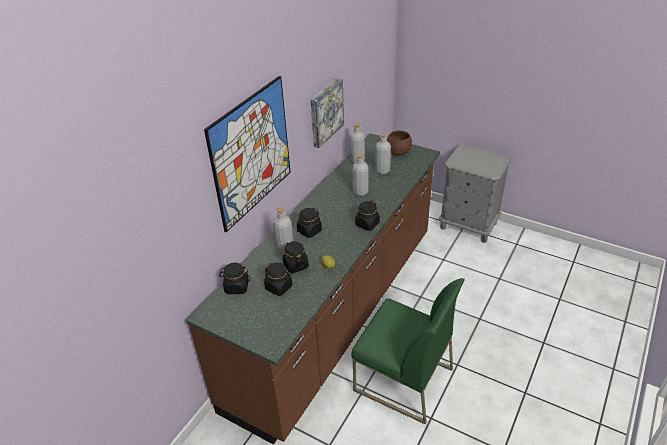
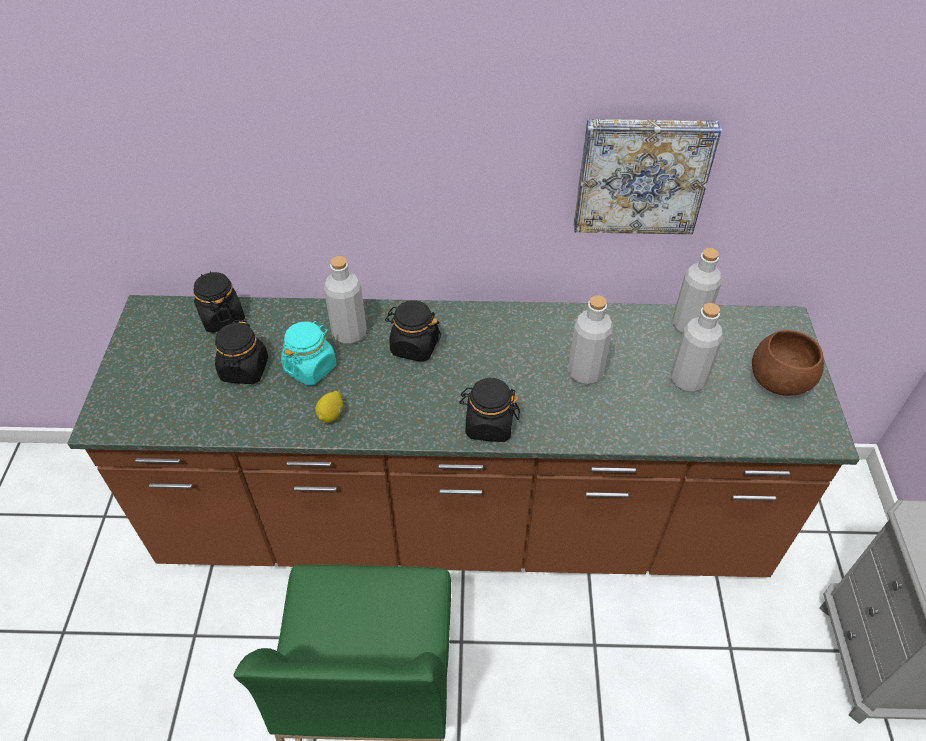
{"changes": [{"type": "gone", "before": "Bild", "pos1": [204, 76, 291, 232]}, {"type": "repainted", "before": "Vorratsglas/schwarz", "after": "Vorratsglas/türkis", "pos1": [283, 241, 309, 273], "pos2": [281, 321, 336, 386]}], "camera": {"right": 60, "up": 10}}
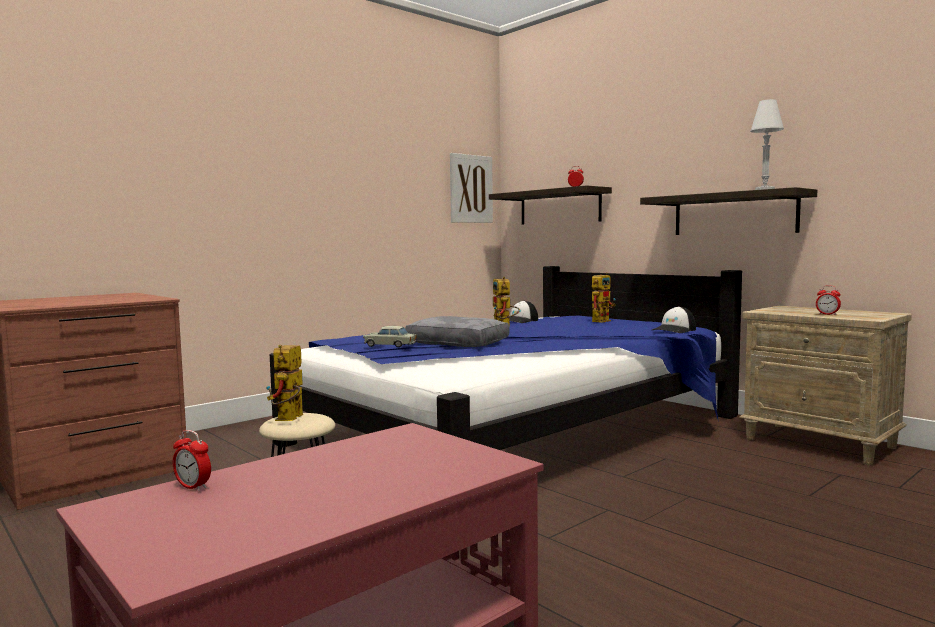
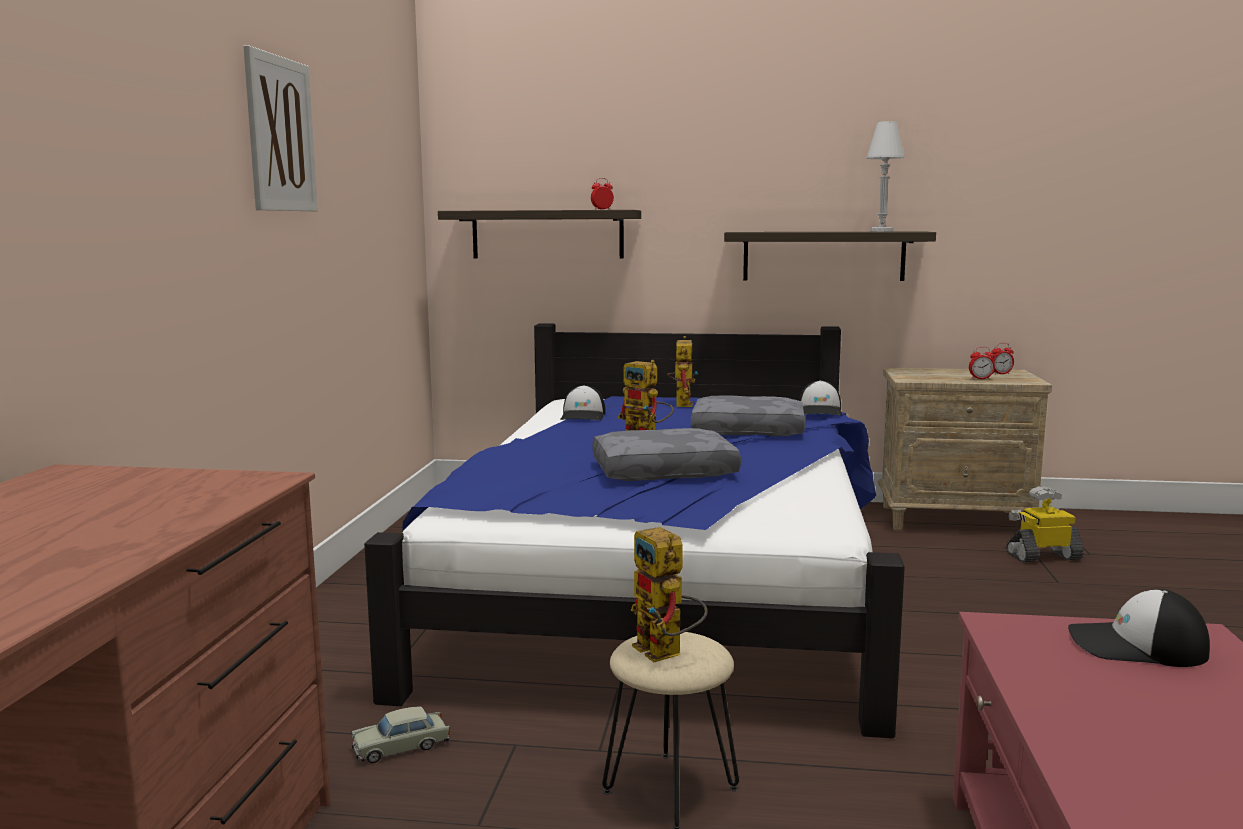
{"changes": [{"type": "shifted", "before": "Bild", "pos1": [450, 153, 493, 223], "pos2": [244, 45, 318, 211]}, {"type": "shifted", "before": "Spielzeugauto/beige", "pos1": [363, 326, 417, 347], "pos2": [351, 706, 450, 763]}, {"type": "shifted", "before": "Wecker", "pos1": [173, 430, 211, 491], "pos2": [991, 343, 1014, 374]}, {"type": "new", "after": "Kissen/grau", "pos2": [691, 395, 805, 436]}, {"type": "new", "after": "Spielzeugroboter", "pos2": [1006, 486, 1084, 562]}, {"type": "new", "after": "Kappe", "pos2": [1068, 589, 1210, 667]}], "camera": {"right": -40, "up": 5}}
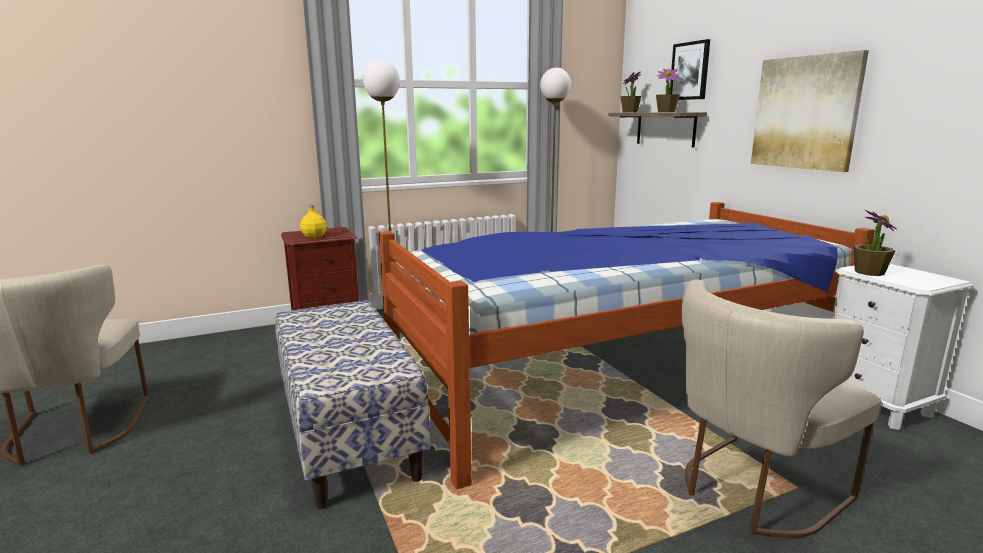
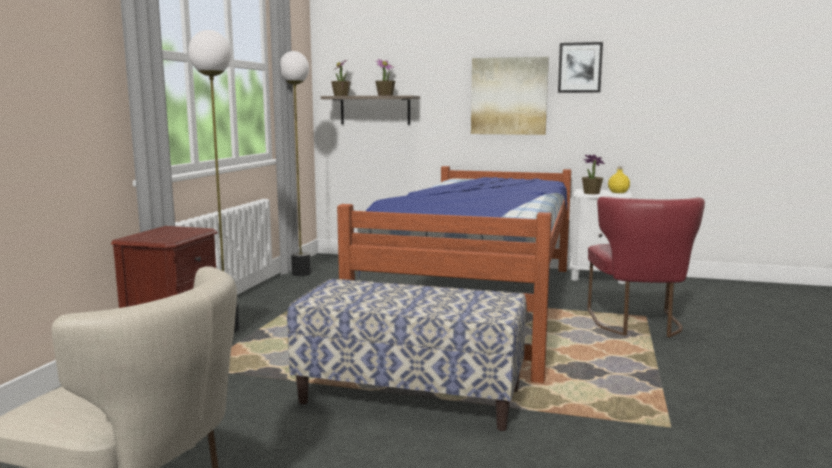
{"changes": [{"type": "shifted", "before": "Bild", "pos1": [670, 39, 710, 100], "pos2": [558, 42, 603, 93]}, {"type": "shifted", "before": "Flasche/gelb", "pos1": [300, 205, 327, 238], "pos2": [608, 166, 630, 193]}, {"type": "repainted", "before": "Stuhl/beige", "after": "Stuhl/rot", "pos1": [682, 280, 882, 538], "pos2": [587, 196, 705, 338]}], "camera": {"right": -50, "up": -5}}
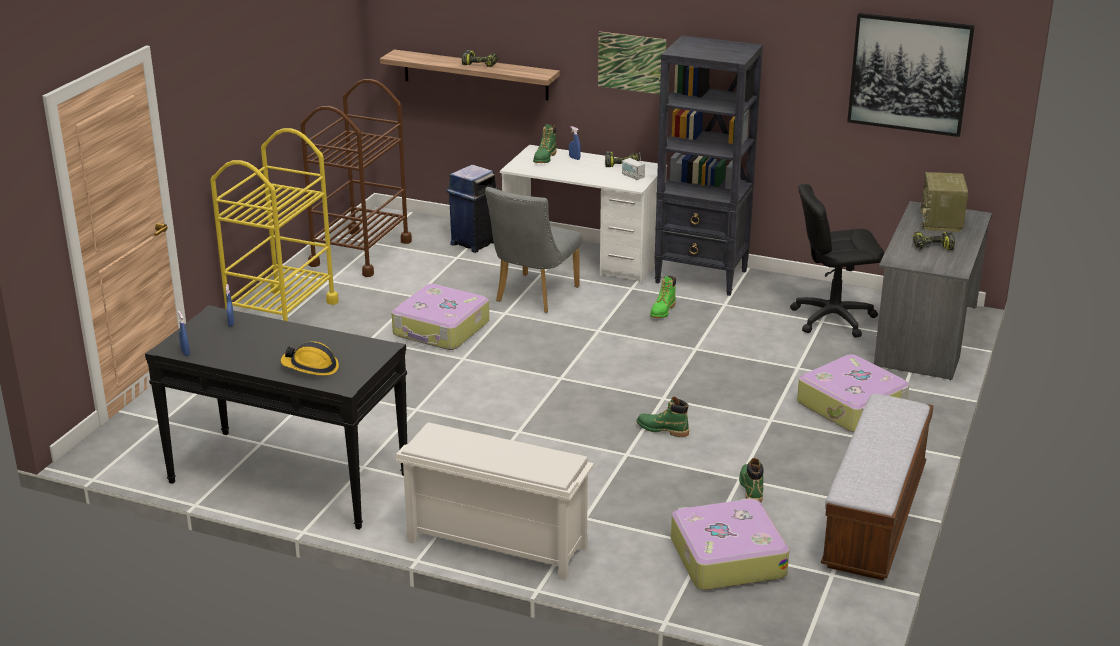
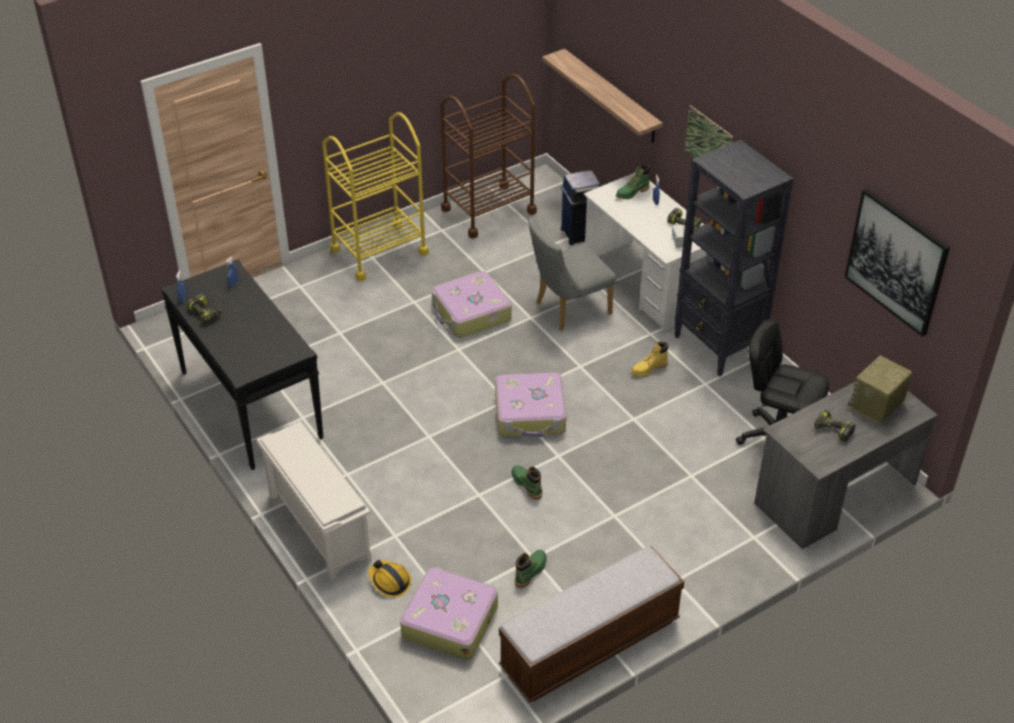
{"changes": [{"type": "shifted", "before": "Bohrmaschine", "pos1": [462, 50, 498, 67], "pos2": [186, 294, 222, 324]}, {"type": "repainted", "before": "Stiefel/grün", "after": "Stiefel/gelb", "pos1": [650, 276, 676, 318], "pos2": [631, 342, 669, 377]}, {"type": "shifted", "before": "Schutzhelm", "pos1": [281, 342, 339, 376], "pos2": [368, 560, 411, 598]}, {"type": "shifted", "before": "Koffer", "pos1": [797, 354, 909, 432], "pos2": [495, 373, 566, 437]}], "camera": {"right": 35, "up": 15}}
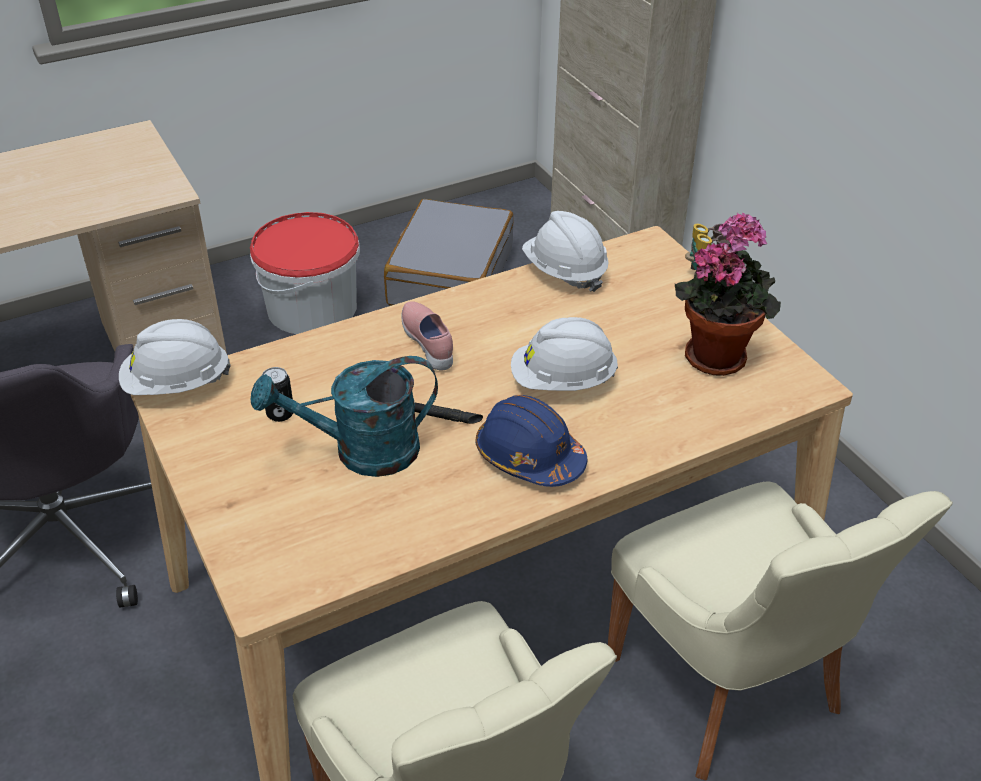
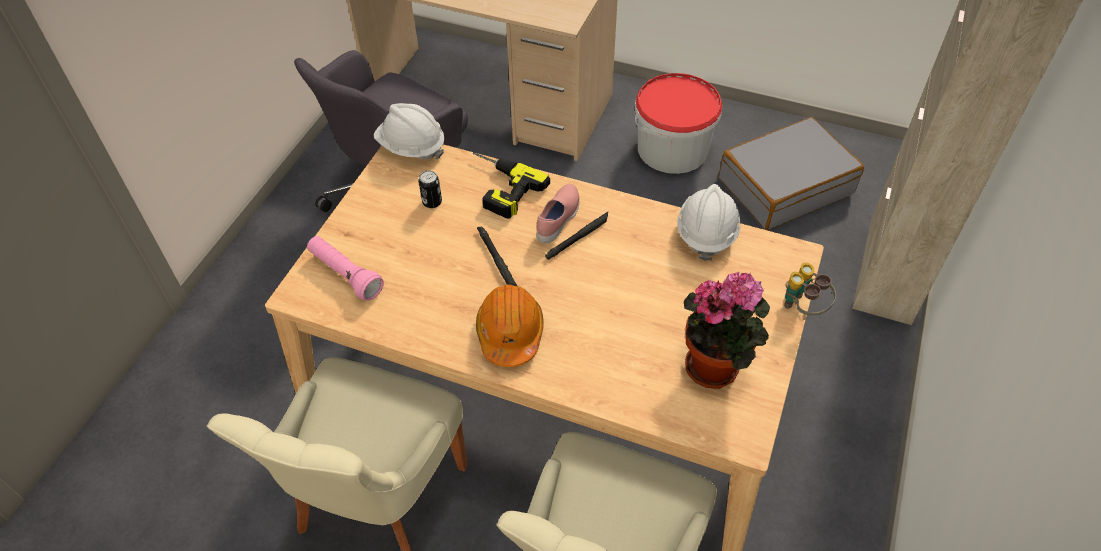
{"changes": [{"type": "gone", "before": "Schutzhelm/weiß", "pos1": [511, 317, 618, 391]}, {"type": "gone", "before": "Gießkanne/türkis", "pos1": [251, 356, 438, 477]}, {"type": "repainted", "before": "Schutzhelm/blau", "after": "Schutzhelm/orange", "pos1": [475, 395, 587, 487], "pos2": [476, 284, 544, 367]}, {"type": "new", "after": "Bohrmaschine", "pos2": [473, 152, 550, 219]}, {"type": "new", "after": "Taschenlampe/schwarz", "pos2": [545, 212, 608, 260]}, {"type": "new", "after": "Taschenlampe/rosa", "pos2": [307, 236, 384, 301]}], "camera": {"right": 50, "up": 10}}
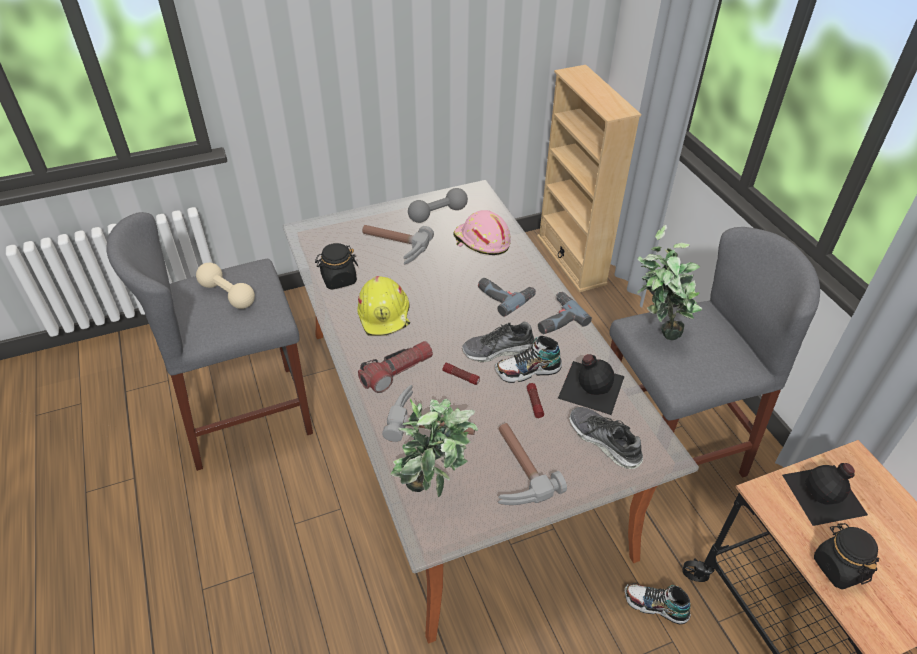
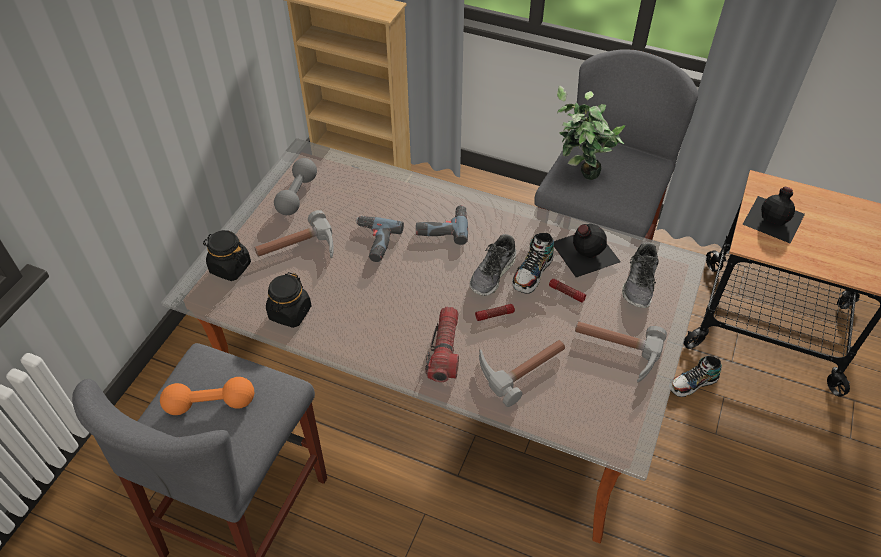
{"changes": [{"type": "gone", "before": "Schutzhelm/rosa", "pos1": [453, 210, 511, 255]}, {"type": "repainted", "before": "Hantel/beige", "after": "Hantel/orange", "pos1": [196, 263, 255, 309], "pos2": [160, 377, 254, 415]}, {"type": "gone", "before": "Schutzhelm/gelb", "pos1": [357, 276, 410, 336]}, {"type": "shifted", "before": "Bohrmaschine", "pos1": [538, 292, 592, 334], "pos2": [355, 216, 404, 262]}, {"type": "gone", "before": "Topfpflanze", "pos1": [390, 399, 478, 497]}, {"type": "rotated", "before": "Schuh", "pos1": [569, 407, 643, 469], "pos2": [622, 242, 659, 308], "turn": -75}, {"type": "shifted", "before": "Vorratsglas/schwarz", "pos1": [814, 523, 879, 589], "pos2": [203, 230, 251, 281]}], "camera": {"right": -45, "up": 5}}
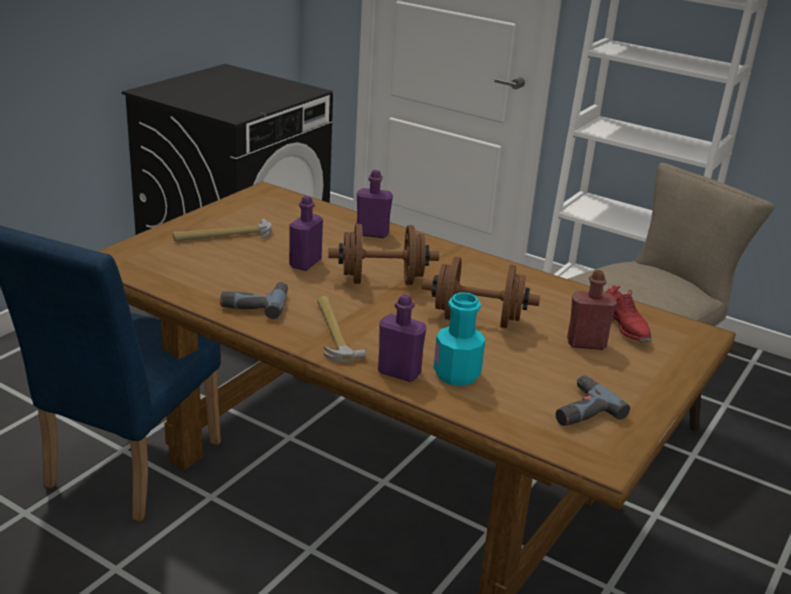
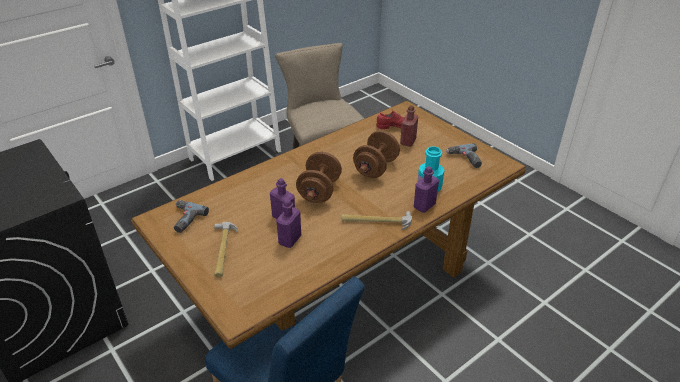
{"changes": [{"type": "shifted", "before": "Flasche/lila", "pos1": [357, 170, 393, 238], "pos2": [276, 199, 301, 248]}, {"type": "shifted", "before": "Bohrmaschine", "pos1": [220, 282, 288, 319], "pos2": [174, 200, 209, 233]}], "camera": {"right": -70, "up": 10}}
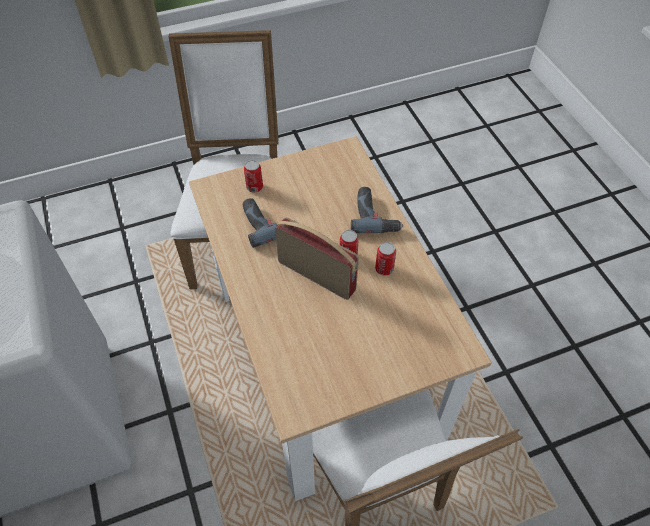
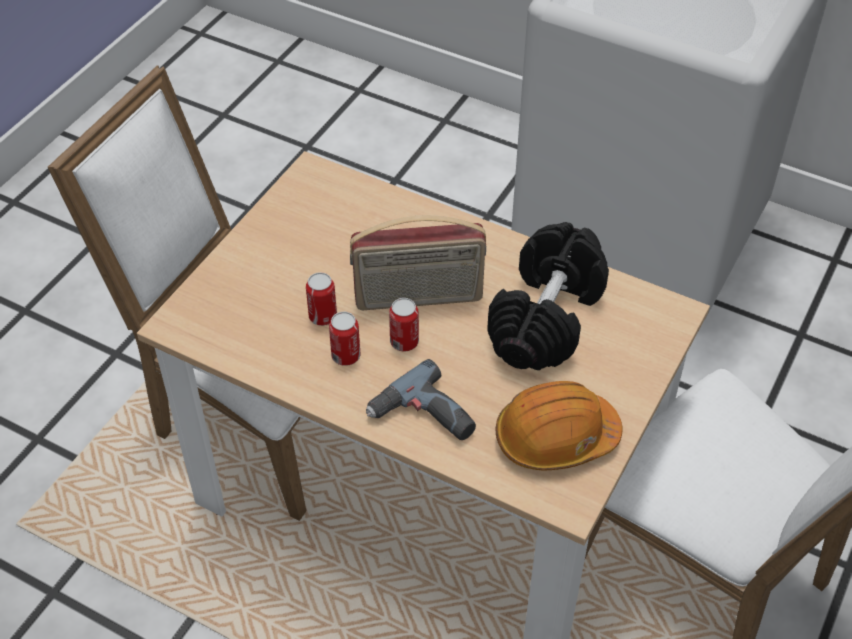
{"changes": [{"type": "shifted", "before": "Dose", "pos1": [244, 160, 263, 192], "pos2": [306, 272, 337, 326]}, {"type": "swapped", "before": "Bohrmaschine", "after": "Hantel/schwarz", "pos1": [242, 198, 298, 248], "pos2": [487, 222, 609, 370]}, {"type": "new", "after": "Schutzhelm/orange", "pos2": [496, 381, 622, 470]}], "camera": {"right": 140, "up": -5}}
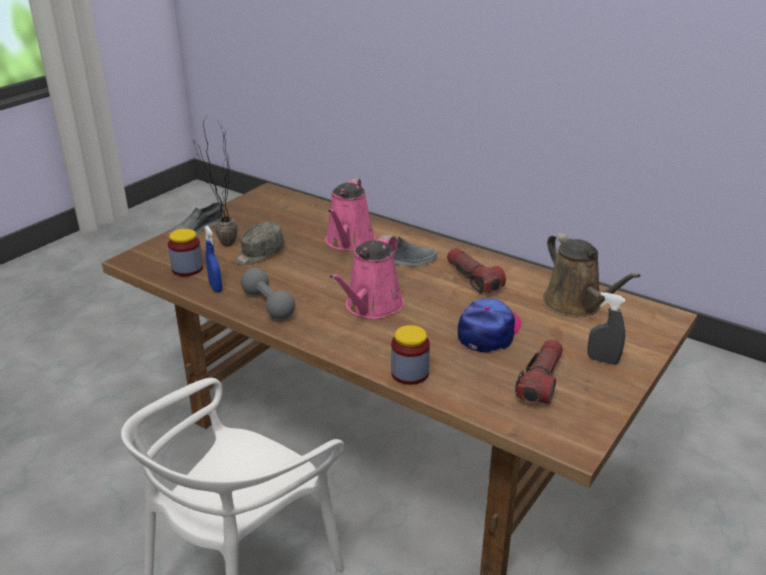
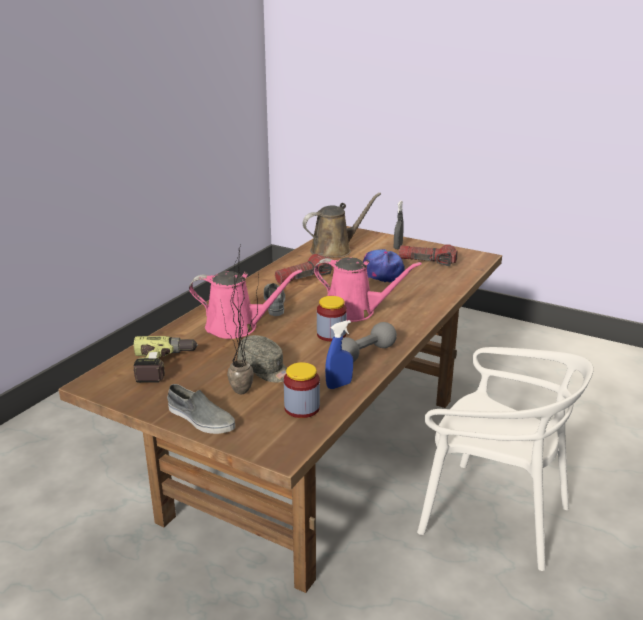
{"changes": [{"type": "shifted", "before": "Vorratsglas", "pos1": [391, 325, 430, 385], "pos2": [317, 296, 347, 341]}, {"type": "new", "after": "Bohrmaschine", "pos2": [134, 336, 198, 383]}], "camera": {"right": -95, "up": -5}}
